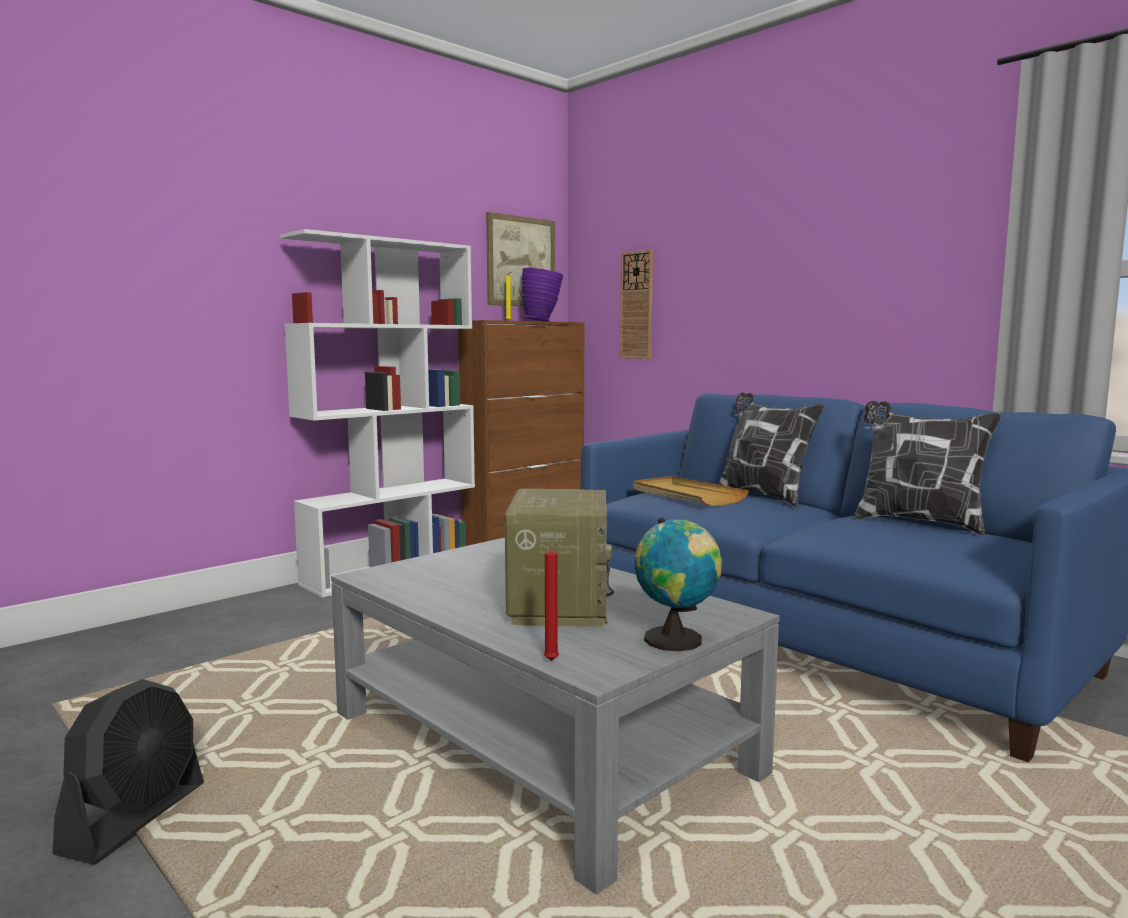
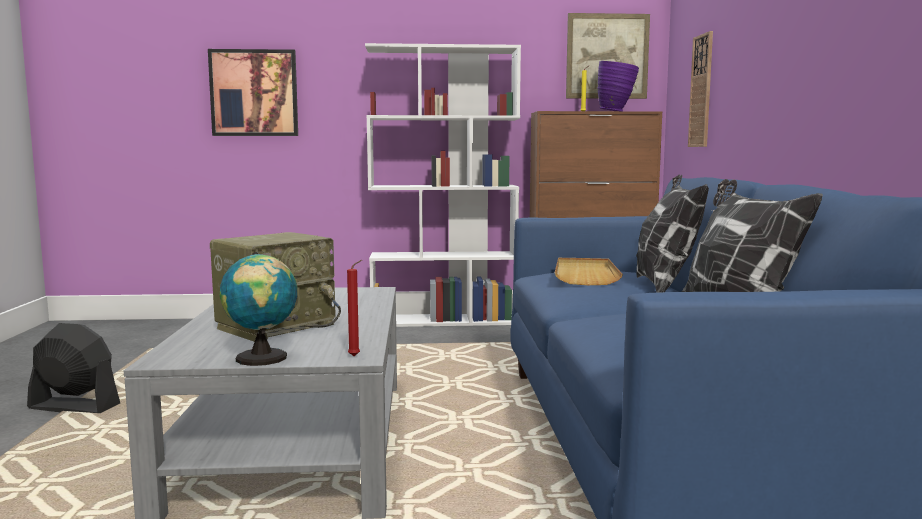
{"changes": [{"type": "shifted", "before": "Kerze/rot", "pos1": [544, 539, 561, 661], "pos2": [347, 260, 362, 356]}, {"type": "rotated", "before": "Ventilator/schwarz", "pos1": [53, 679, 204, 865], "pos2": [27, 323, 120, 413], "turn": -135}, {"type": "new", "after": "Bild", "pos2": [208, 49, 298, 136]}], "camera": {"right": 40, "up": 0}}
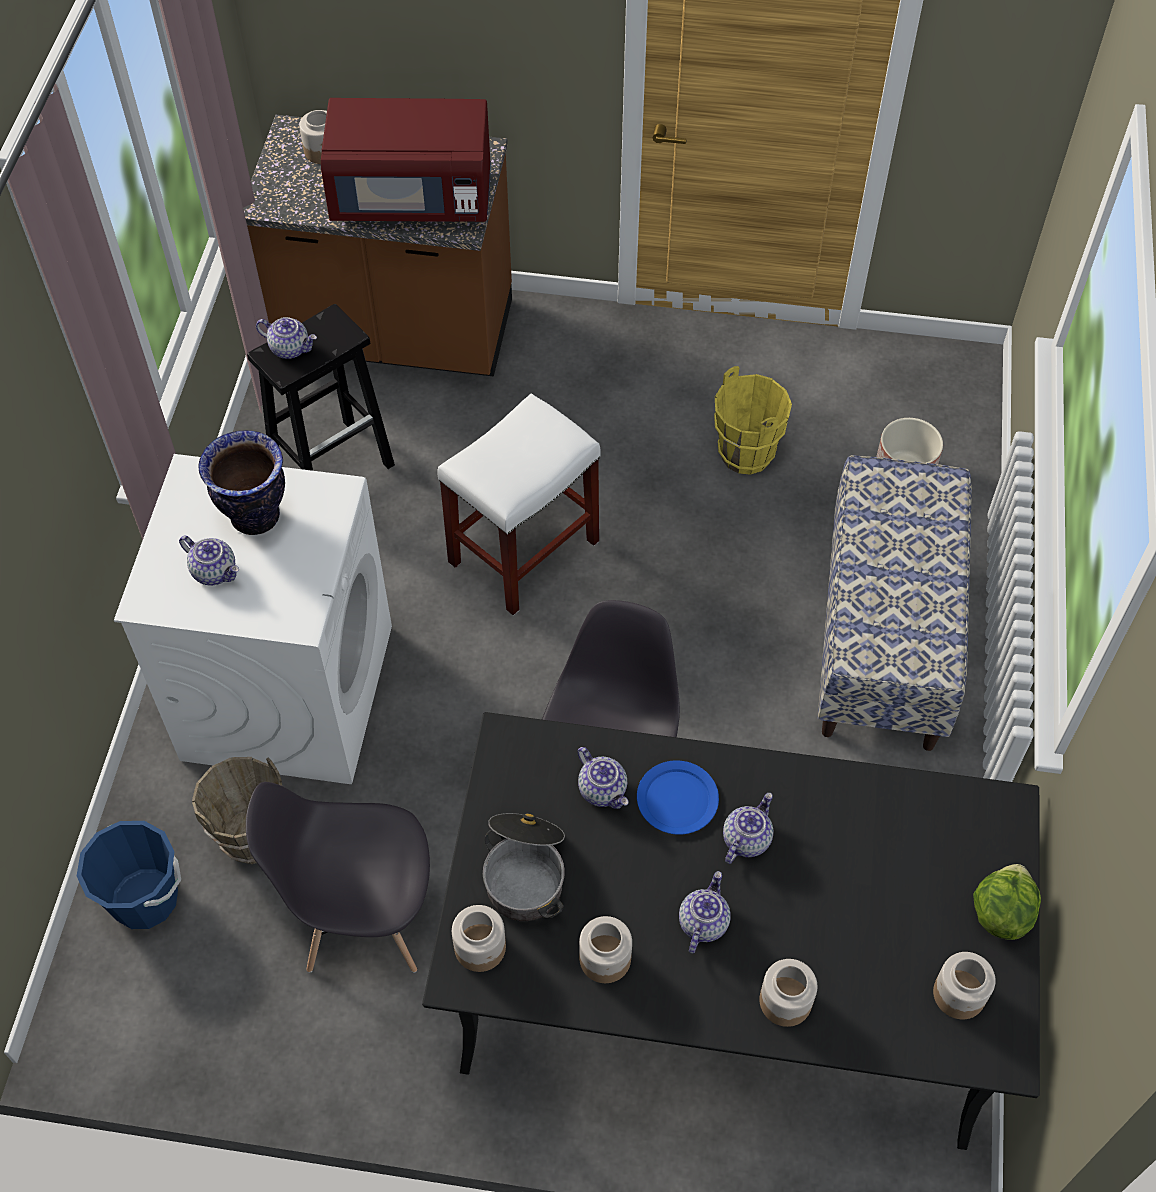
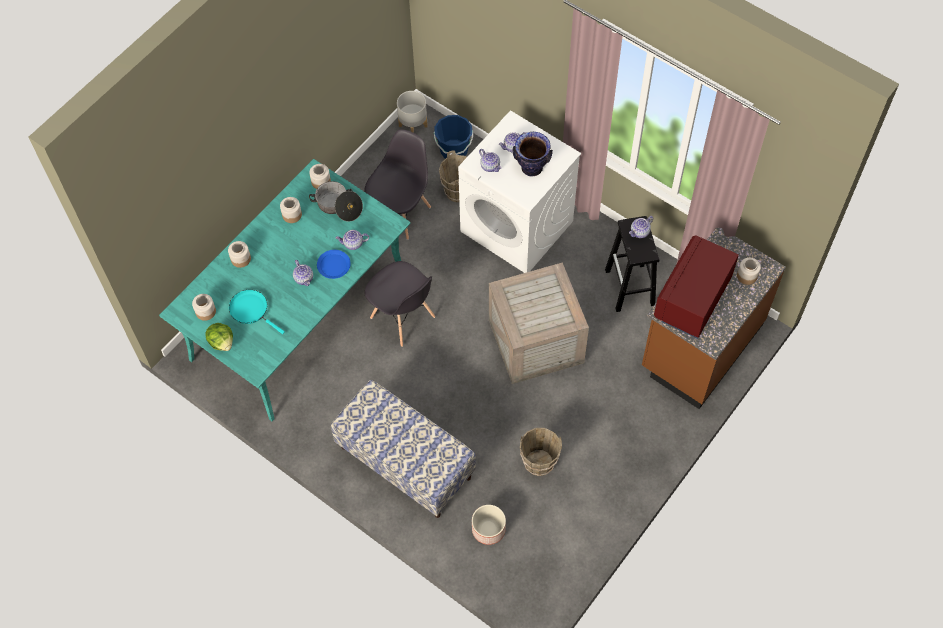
{"changes": [{"type": "repainted", "before": "Eimer/gelb", "after": "Eimer/braun", "pos1": [714, 366, 792, 474], "pos2": [520, 428, 562, 476]}, {"type": "swapped", "before": "Hocker/weiß", "after": "Kiste", "pos1": [437, 393, 600, 616], "pos2": [489, 262, 589, 384]}, {"type": "repainted", "before": "Esstisch/schwarz", "after": "Esstisch/türkis", "pos1": [422, 712, 1040, 1150], "pos2": [159, 159, 410, 421]}, {"type": "shifted", "before": "Teekanne", "pos1": [679, 871, 731, 954], "pos2": [479, 149, 502, 172]}, {"type": "new", "after": "Pflanzkübel/grau", "pos2": [397, 91, 428, 133]}, {"type": "new", "after": "Pfanne/türkis", "pos2": [229, 290, 285, 334]}], "camera": {"right": 120, "up": 5}}
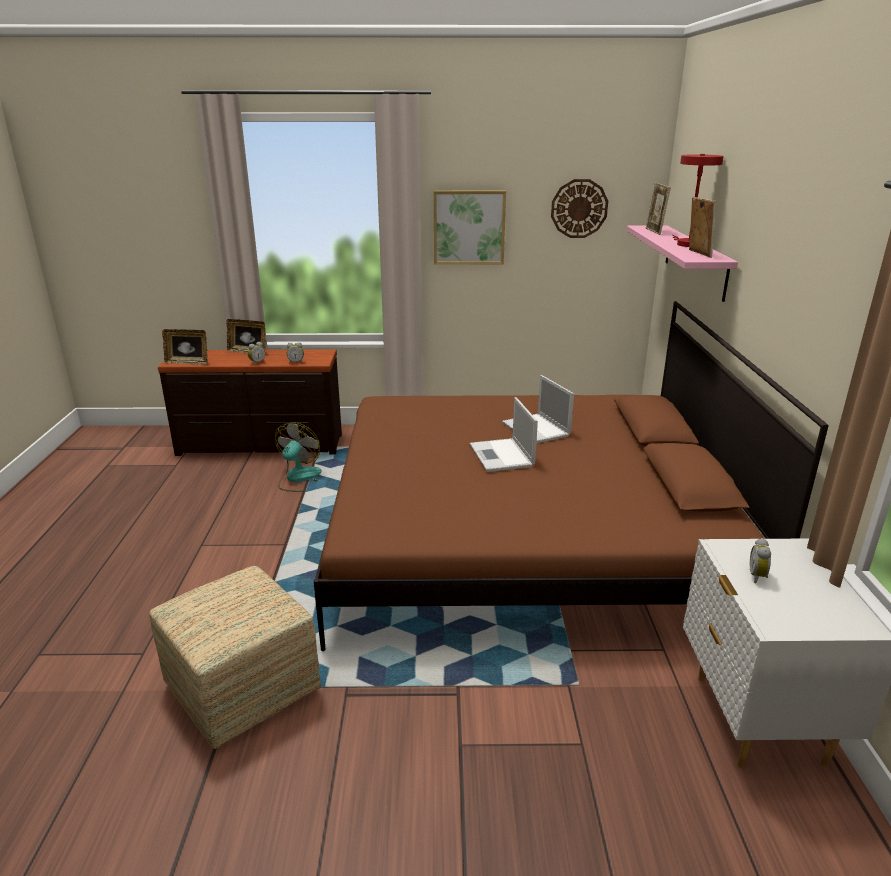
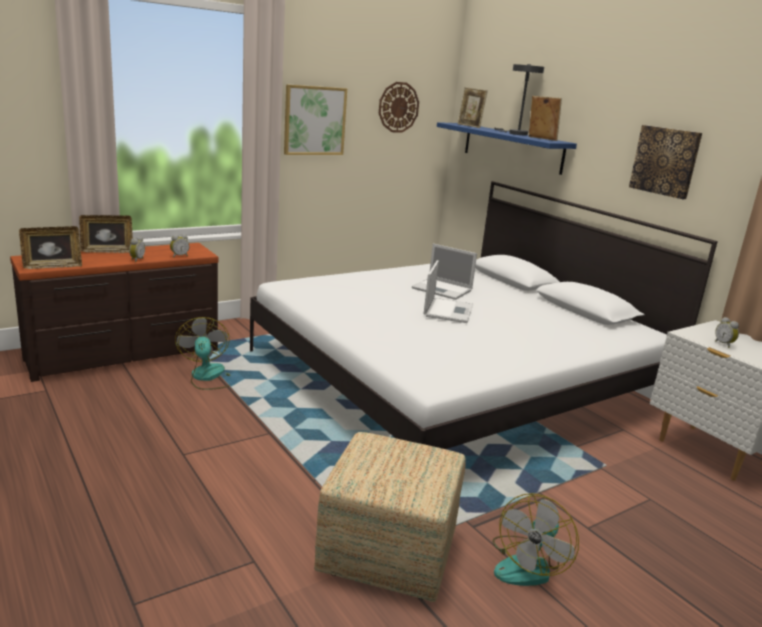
{"changes": [{"type": "repainted", "before": "Tischlampe/rot", "after": "Tischlampe/grau", "pos1": [672, 154, 724, 247], "pos2": [495, 64, 544, 136]}, {"type": "repainted", "before": "Wandregal/rosa", "after": "Wandregal/blau", "pos1": [626, 226, 738, 302], "pos2": [437, 122, 577, 175]}, {"type": "repainted", "before": "Bett/braun", "after": "Bett/weiß", "pos1": [314, 301, 829, 651], "pos2": [250, 181, 718, 449]}, {"type": "rotated", "before": "Laptop", "pos1": [470, 397, 538, 472], "pos2": [424, 260, 473, 323], "turn": -120}, {"type": "new", "after": "Bild", "pos2": [629, 125, 702, 199]}, {"type": "new", "after": "Ventilator", "pos2": [493, 493, 579, 586]}], "camera": {"right": -35, "up": -5}}
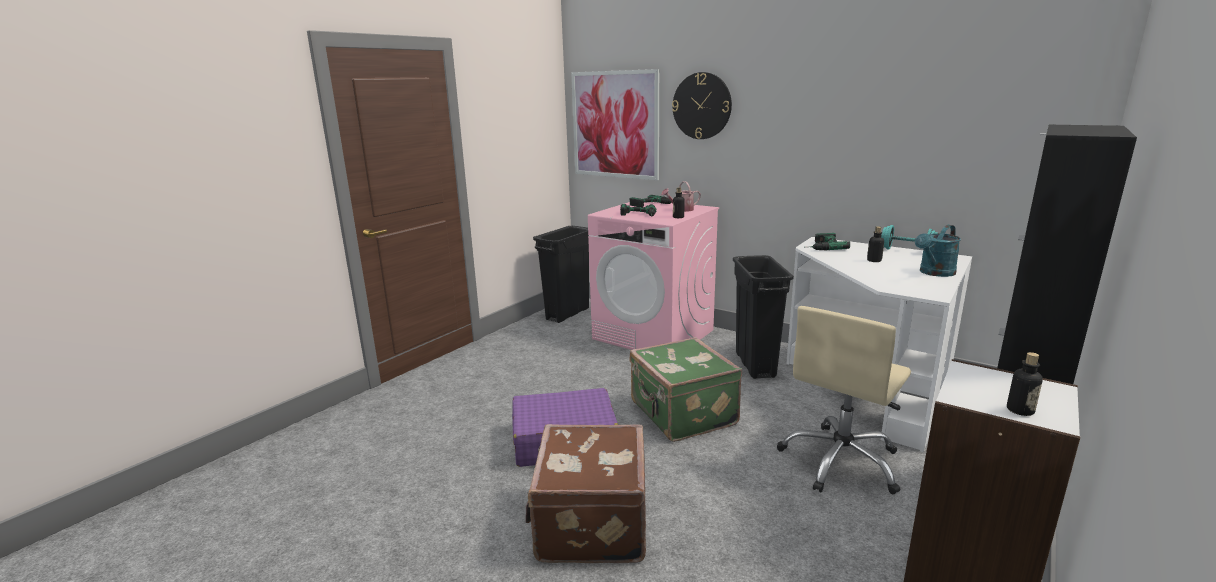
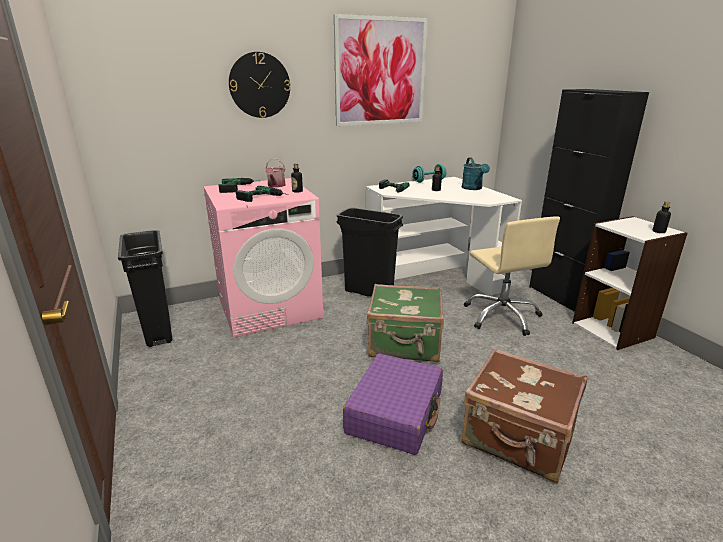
{"changes": [{"type": "shifted", "before": "Bild", "pos1": [571, 69, 659, 180], "pos2": [334, 14, 427, 126]}], "camera": {"right": -60, "up": 5}}
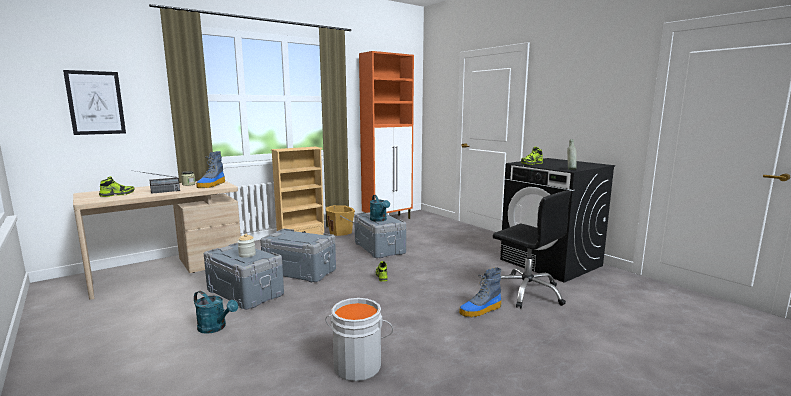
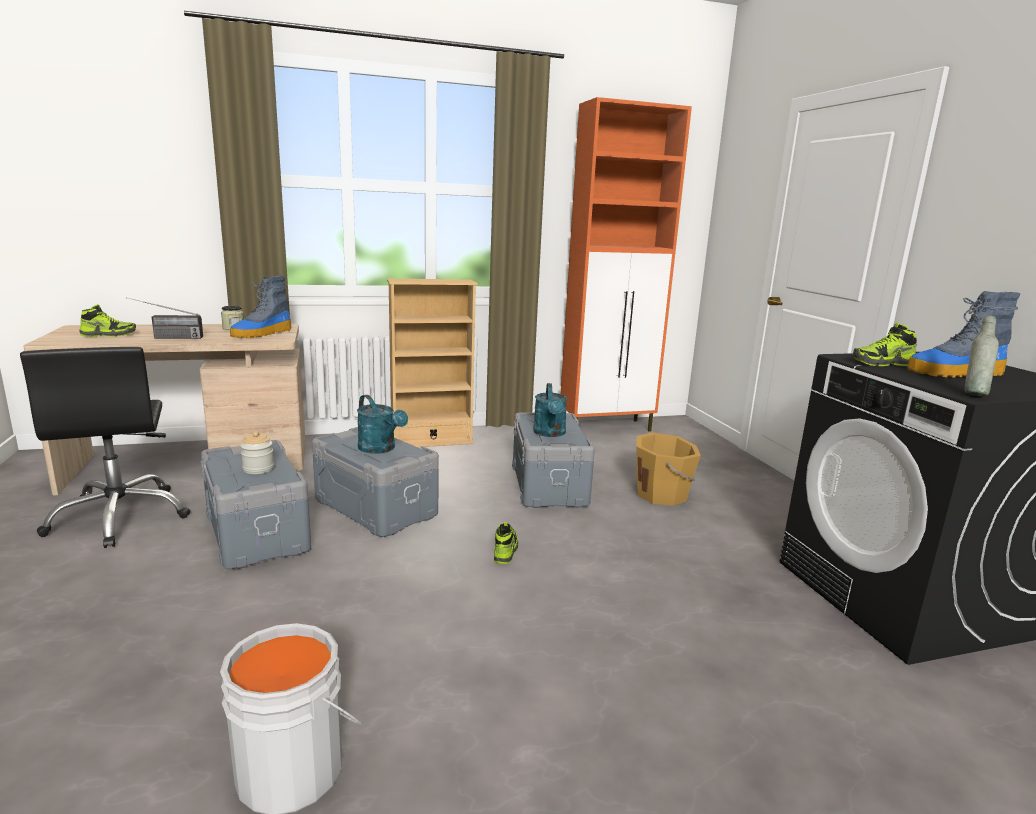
{"changes": [{"type": "gone", "before": "Bild", "pos1": [63, 70, 126, 135]}, {"type": "shifted", "before": "Bürostuhl/schwarz", "pos1": [493, 190, 571, 308], "pos2": [20, 347, 190, 548]}, {"type": "shifted", "before": "Eimer/orange", "pos1": [326, 205, 355, 236], "pos2": [636, 432, 701, 506]}, {"type": "shifted", "before": "Stiefel", "pos1": [459, 267, 501, 317], "pos2": [907, 291, 1020, 377]}, {"type": "shifted", "before": "Gießkanne/türkis", "pos1": [194, 291, 238, 334], "pos2": [357, 395, 408, 454]}], "camera": {"right": 20, "up": 5}}
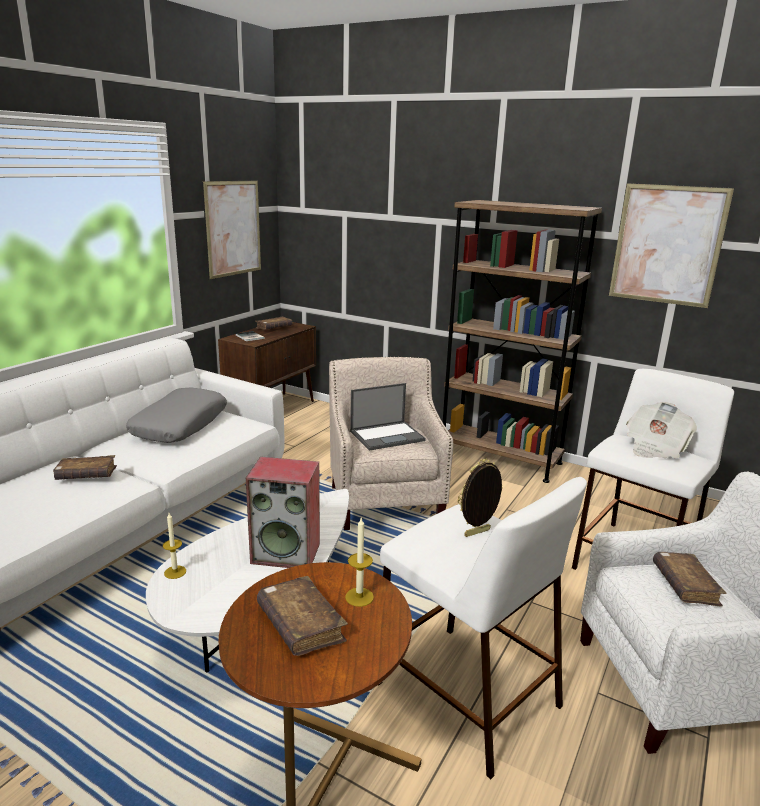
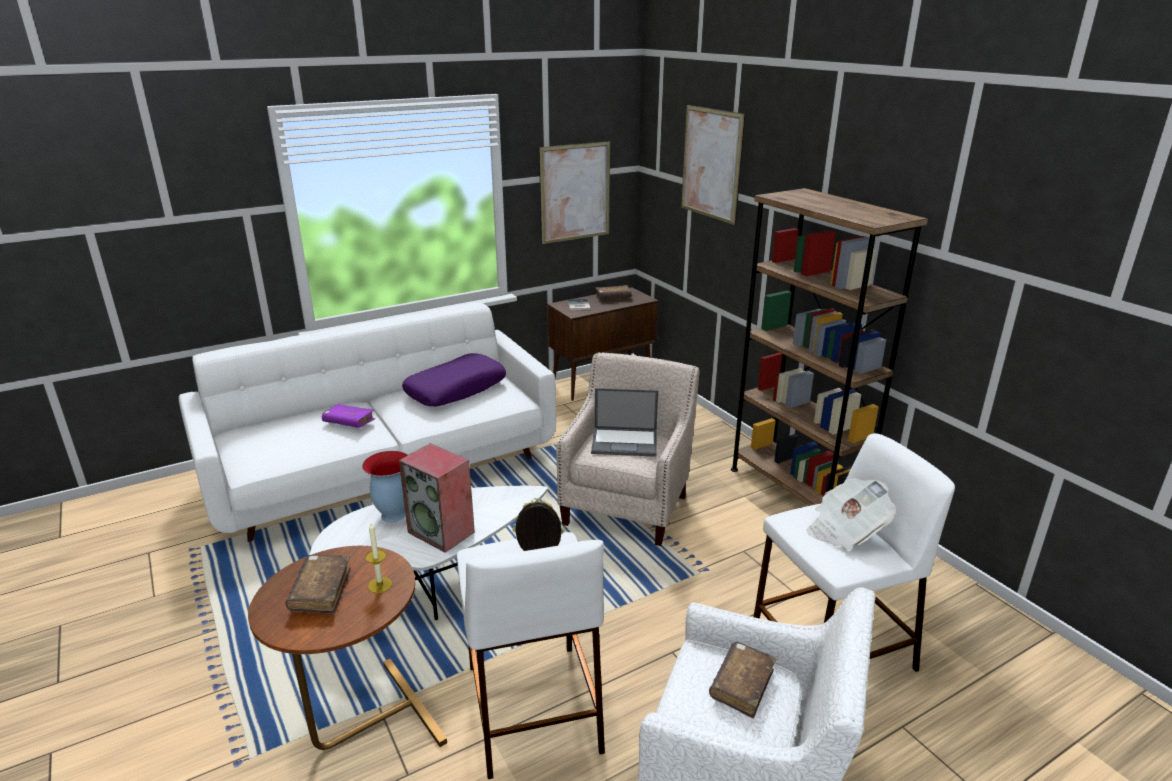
{"changes": [{"type": "shifted", "before": "Bild", "pos1": [609, 183, 734, 308], "pos2": [681, 105, 745, 225]}, {"type": "repainted", "before": "Kissen/grau", "after": "Kissen/lila", "pos1": [126, 387, 227, 443], "pos2": [402, 353, 506, 406]}, {"type": "repainted", "before": "Buch/braun", "after": "Buch/lila", "pos1": [53, 455, 117, 480], "pos2": [322, 404, 376, 428]}, {"type": "gone", "before": "Kerze", "pos1": [163, 513, 186, 579]}, {"type": "new", "after": "Vase", "pos2": [362, 451, 408, 523]}], "camera": {"right": 30, "up": 5}}
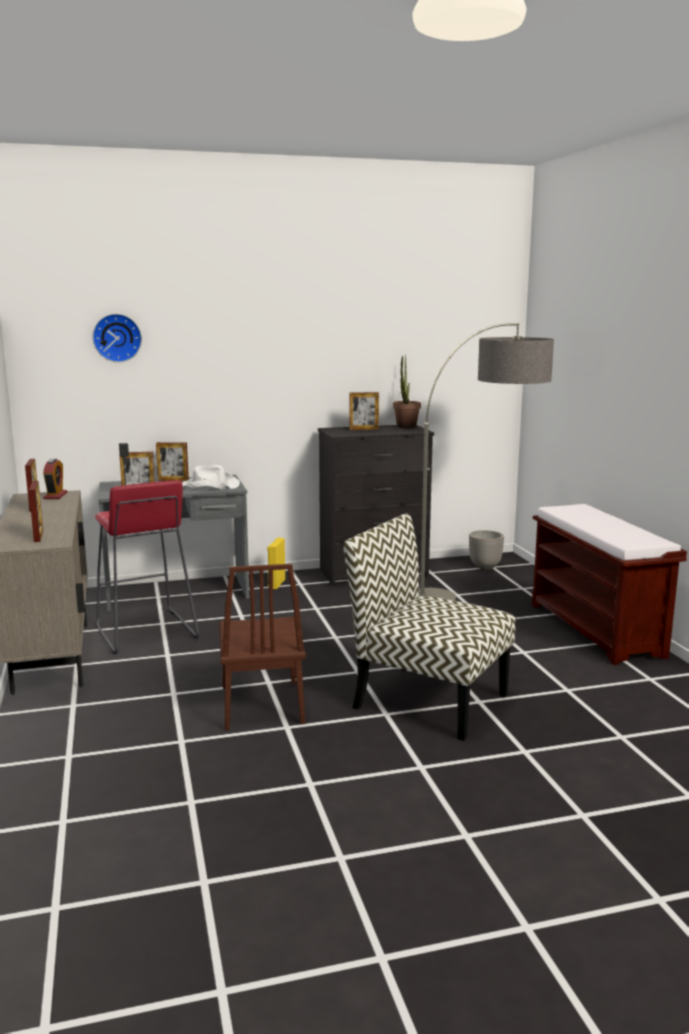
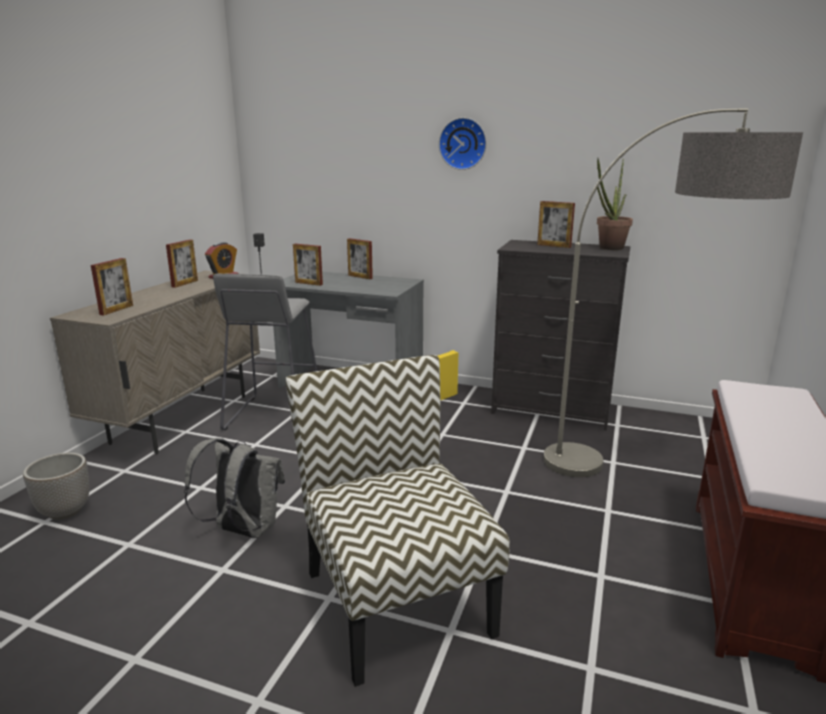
{"changes": [{"type": "shifted", "before": "Wanduhr", "pos1": [92, 314, 142, 362], "pos2": [439, 117, 487, 170]}, {"type": "gone", "before": "Hut/weiß", "pos1": [182, 465, 240, 489]}, {"type": "repainted", "before": "Hocker/rot", "after": "Hocker/grau", "pos1": [95, 480, 199, 654], "pos2": [213, 273, 317, 430]}, {"type": "shifted", "before": "Pflanzkübel", "pos1": [469, 530, 504, 569], "pos2": [23, 453, 89, 520]}, {"type": "swapped", "before": "Stuhl/braun", "after": "Rucksack/grau", "pos1": [219, 564, 306, 731], "pos2": [184, 438, 285, 538]}], "camera": {"right": 35, "up": 5}}
